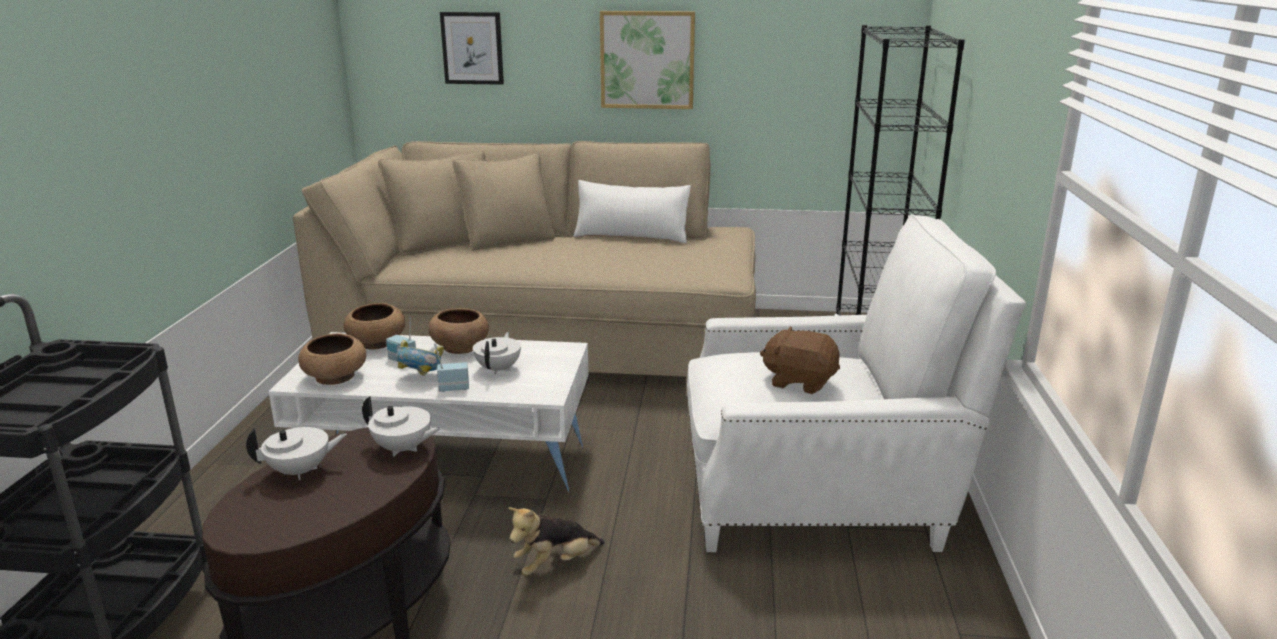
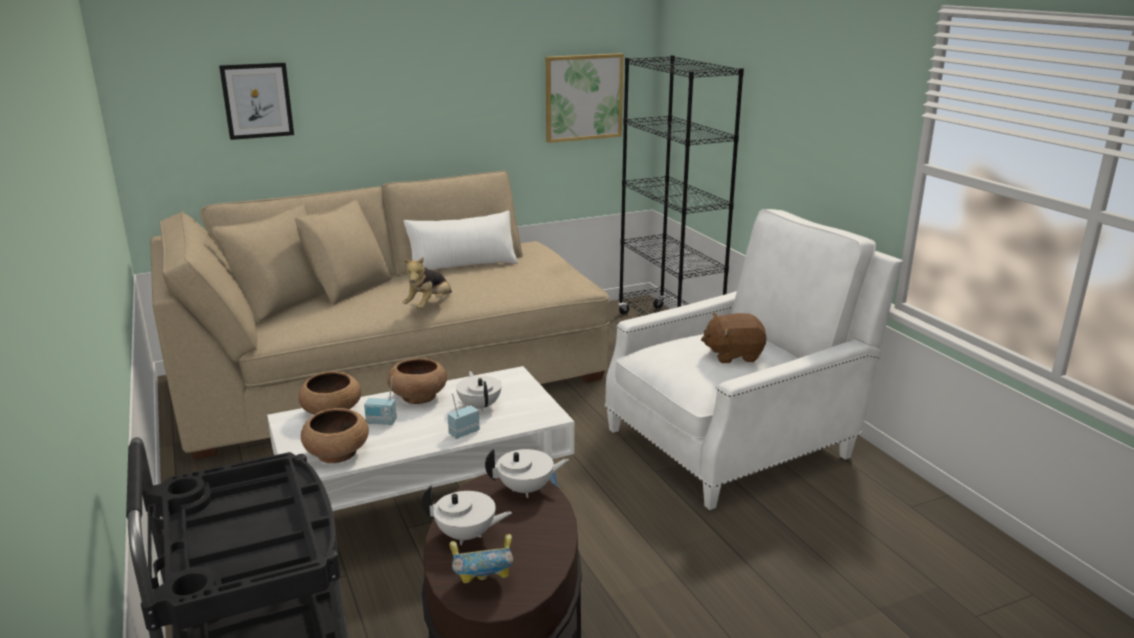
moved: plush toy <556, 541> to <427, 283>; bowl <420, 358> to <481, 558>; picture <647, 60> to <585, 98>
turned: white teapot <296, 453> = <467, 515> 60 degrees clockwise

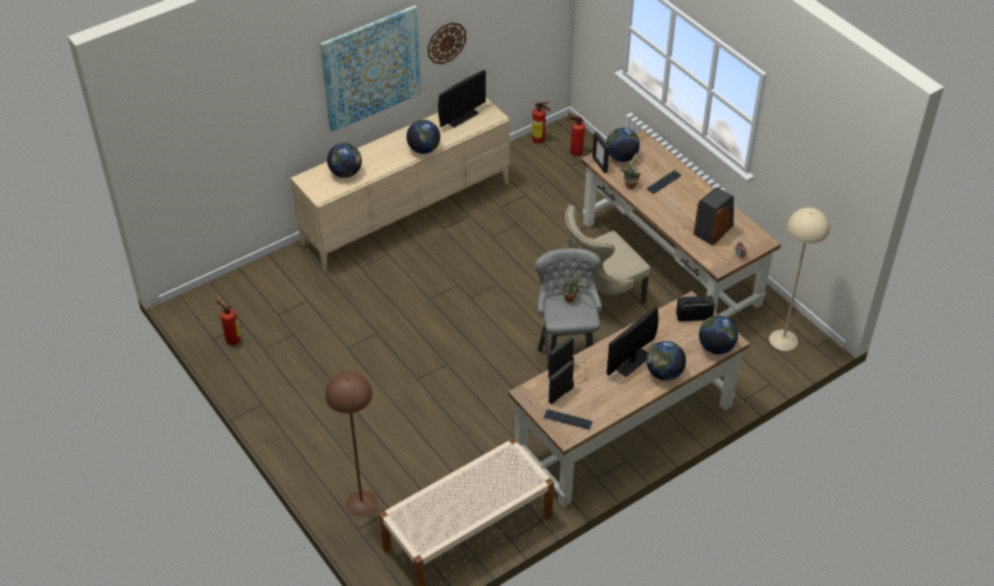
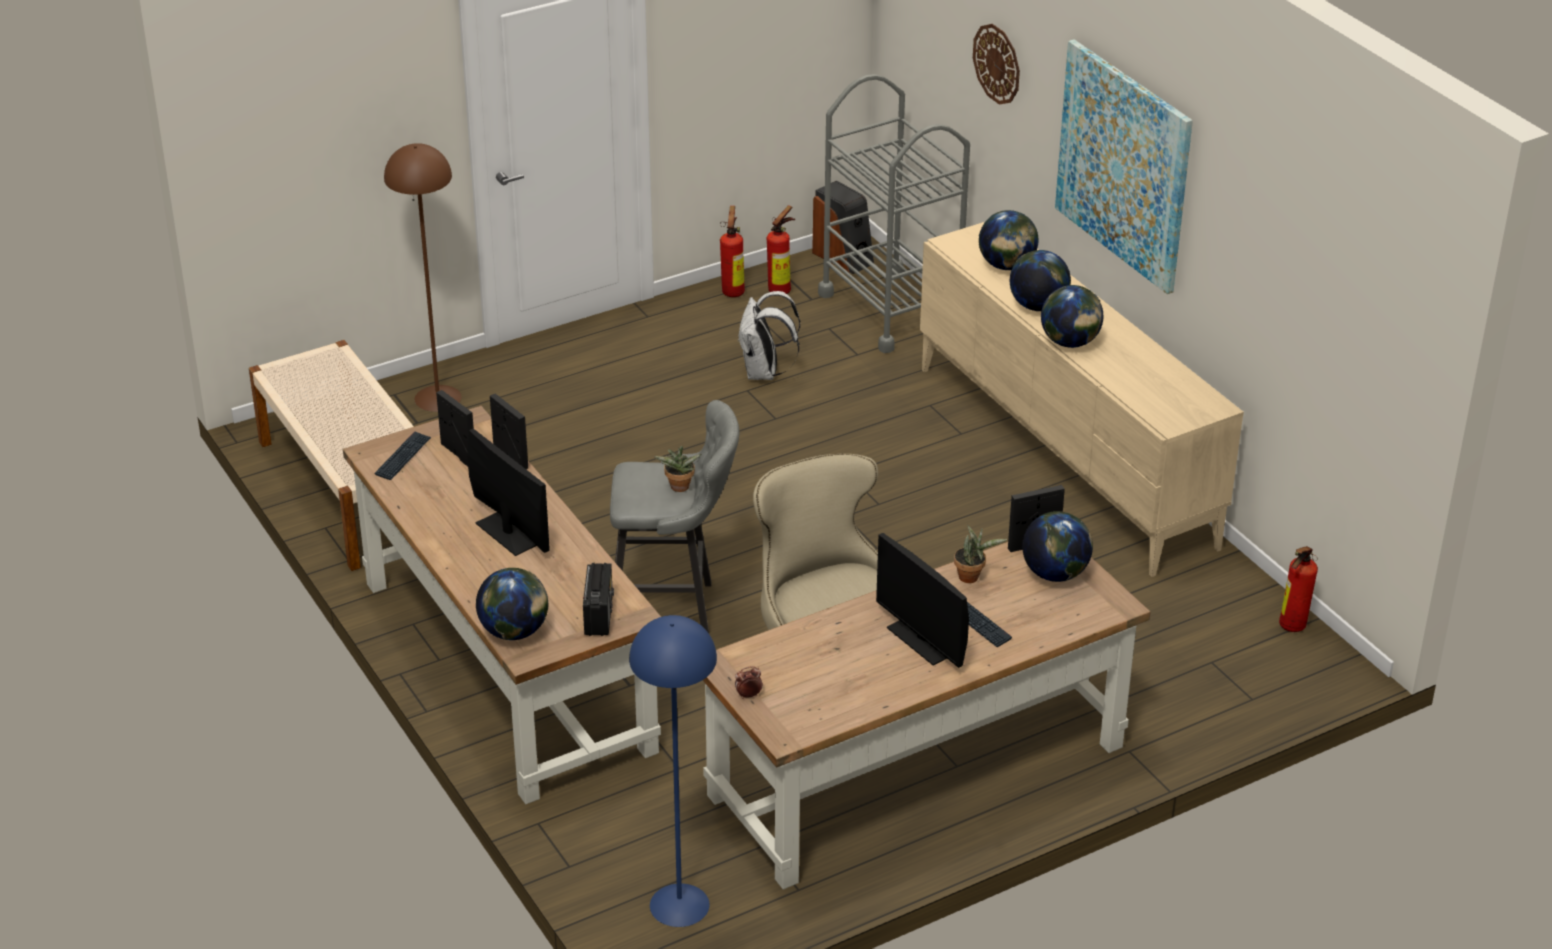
added: white backpack <769, 335>; grey cart <894, 213>
moved: fire extinguisher <575, 134> to <732, 251>; speaker <714, 216> to <843, 227>; monitor <462, 99> to <922, 600>; wall clock <447, 43> to <996, 64>; globe <666, 361> to <1040, 280>
recoloured: beige floor lamp <799, 279> to blue floor lamp <673, 771>

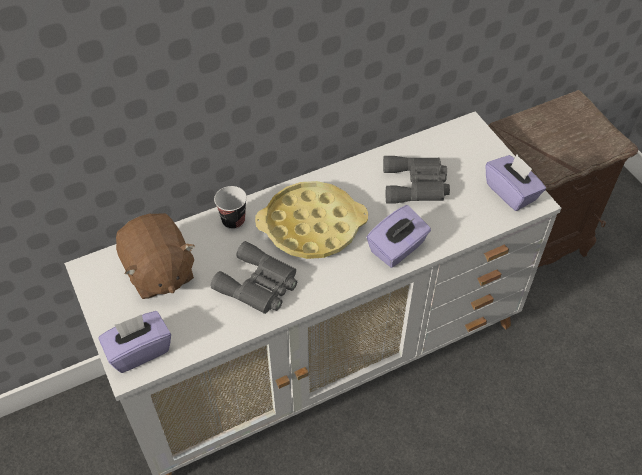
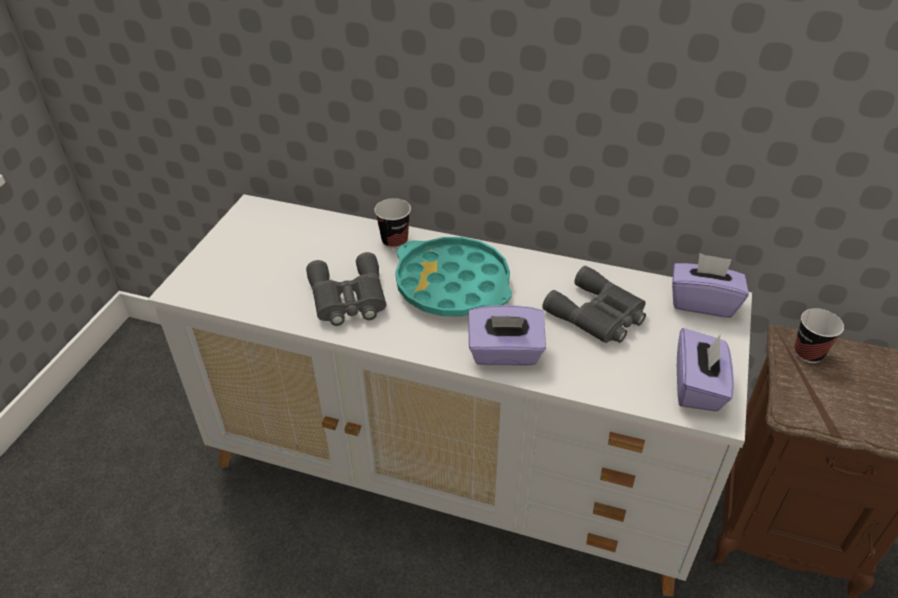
removed: brown plush toy <155, 256>
added: cup <819, 335>
moved: purple tissue box <135, 342> to <710, 285>
recoloured: yellow tray <311, 220> to turquoise tray <453, 276>

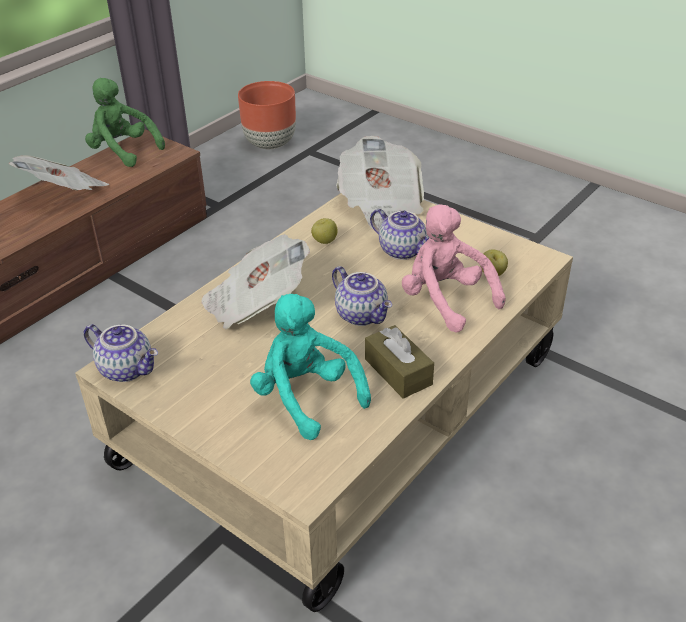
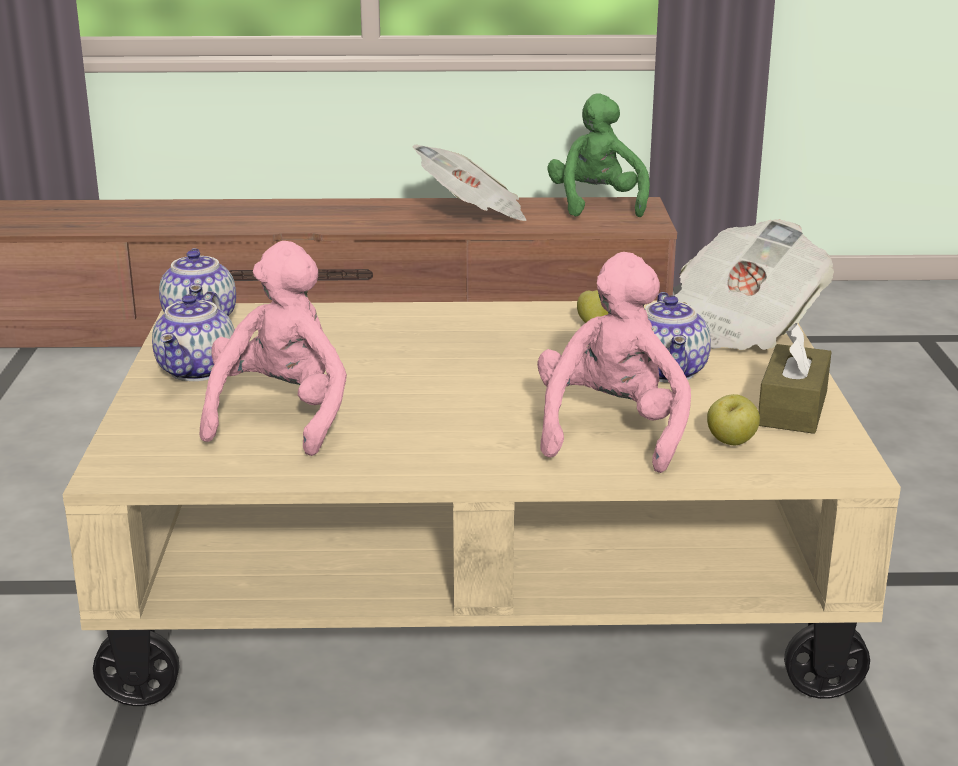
removed: newspaper <255, 281>; brown planter <267, 115>
moved: teapot <362, 296> to <193, 336>; brown tissue box <399, 362> to <794, 378>
recoloured: turquoise plush toy <310, 367> to pink plush toy <273, 348>

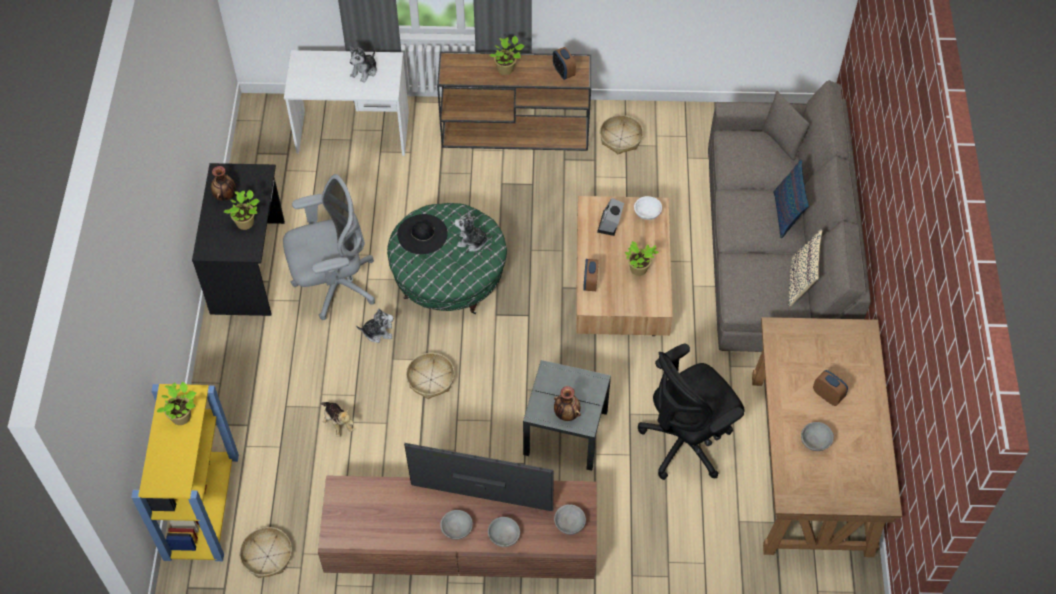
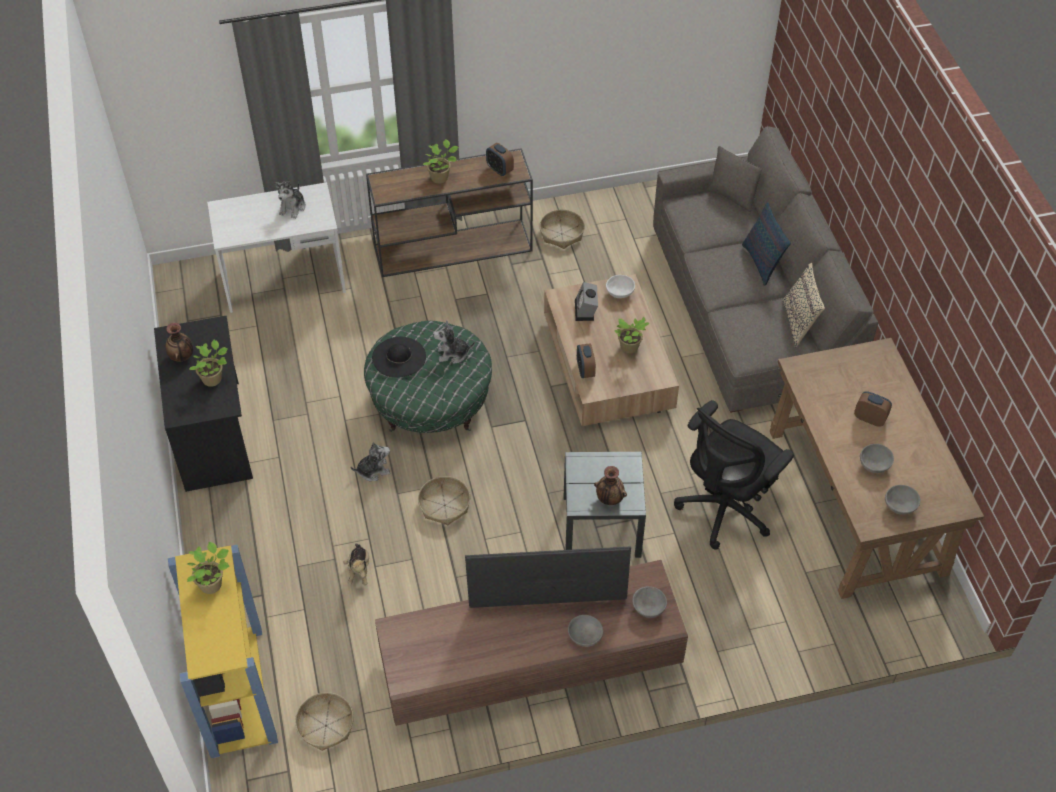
removed: grey office chair <329, 247>
moved: grey bowl <456, 525> to <902, 500>
turned: plush toy <337, 419> = <356, 564> 45 degrees clockwise

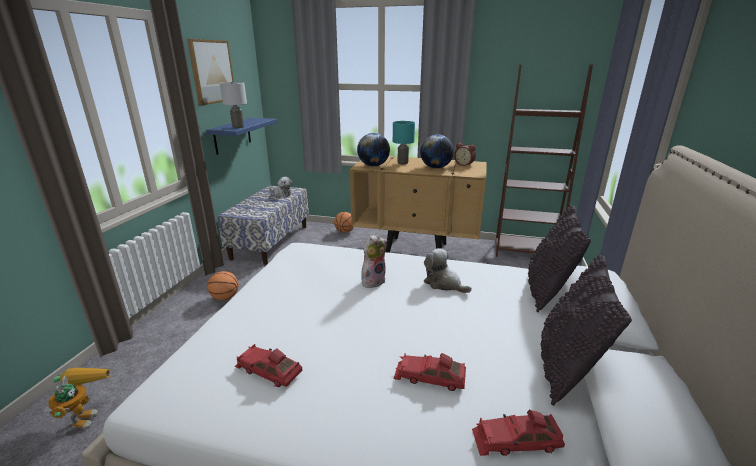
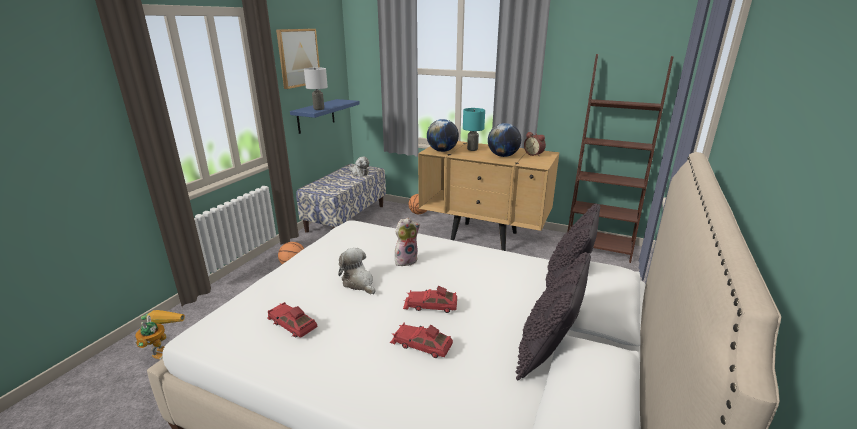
moved: plush toy <448, 270> to <356, 271>; red toy car <518, 433> to <430, 299>

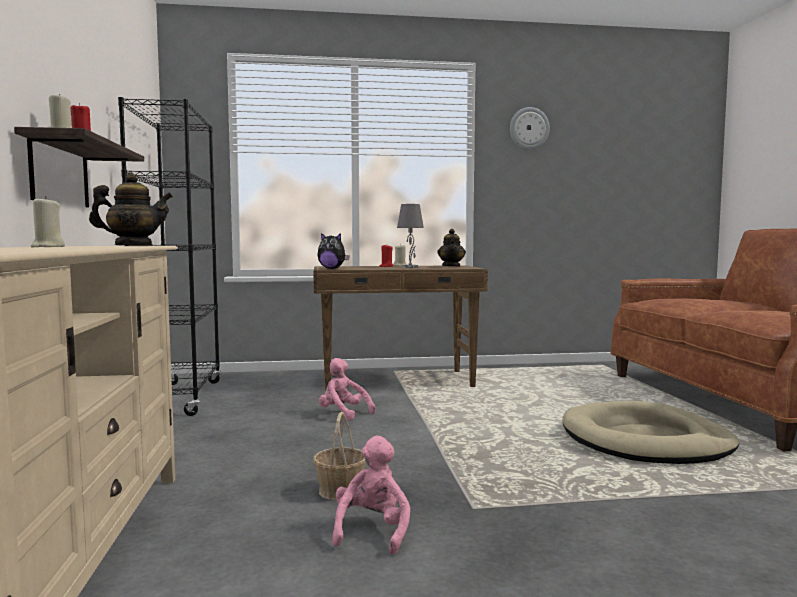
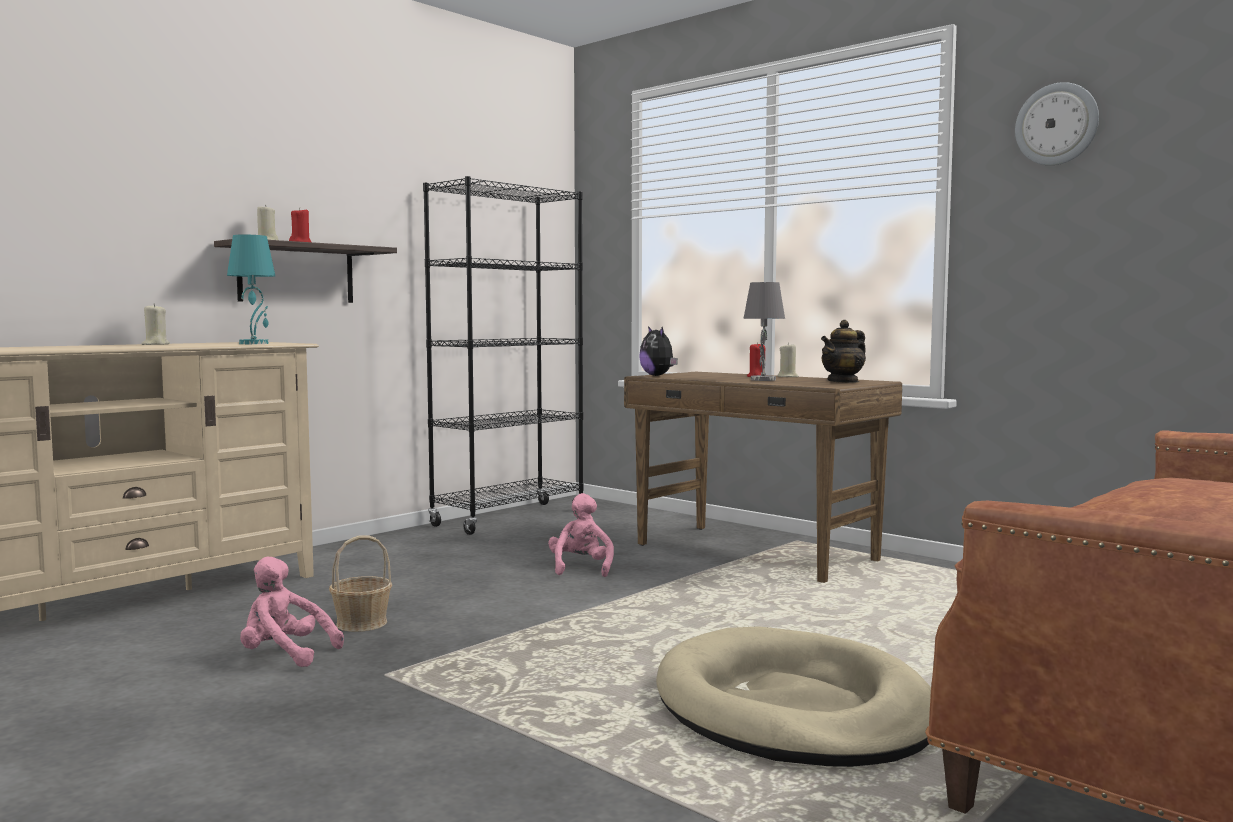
replaced: teapot <131, 209> to turquoise table lamp <251, 289>
turned: pink plush toy <371, 495> = <292, 612> 135 degrees counterclockwise

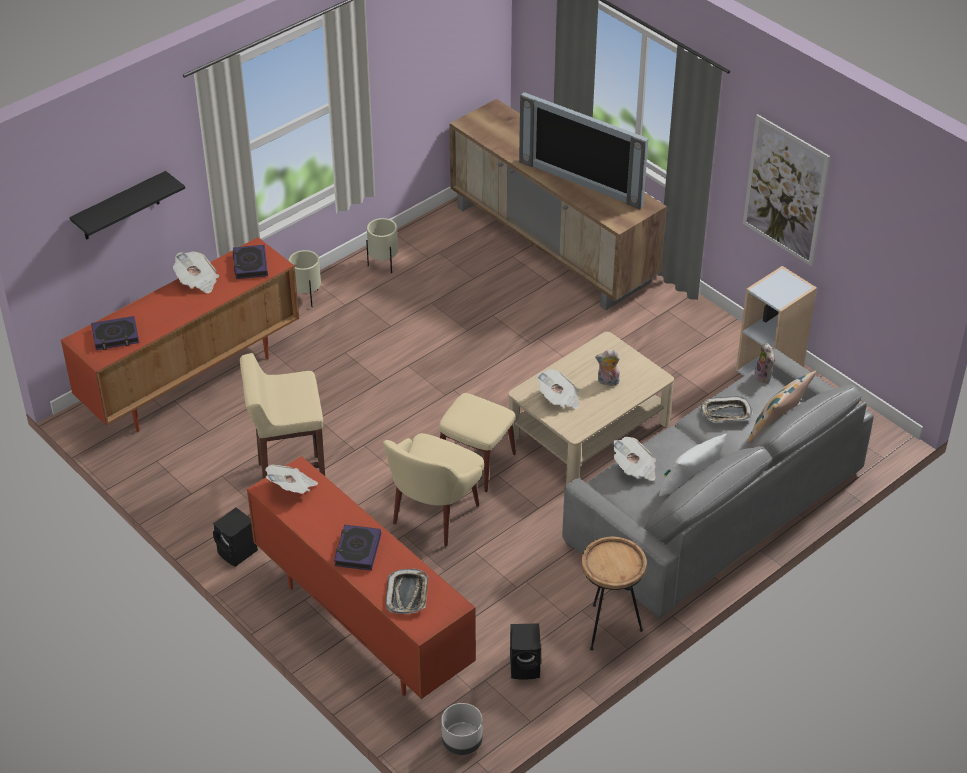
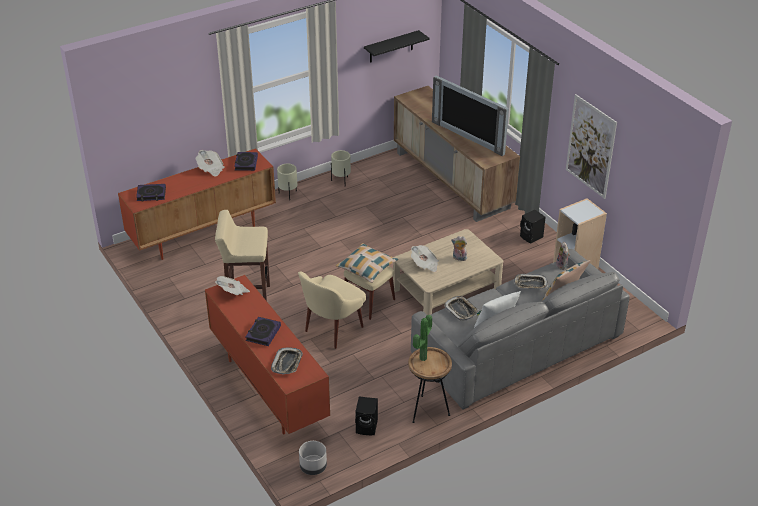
added: pillow <367, 263>; potted plant <422, 338>
moved: black shelf <127, 205> to <397, 46>; black speaker <235, 537> to <533, 227>
replaced: newspaper <634, 459> to tray <461, 308>

